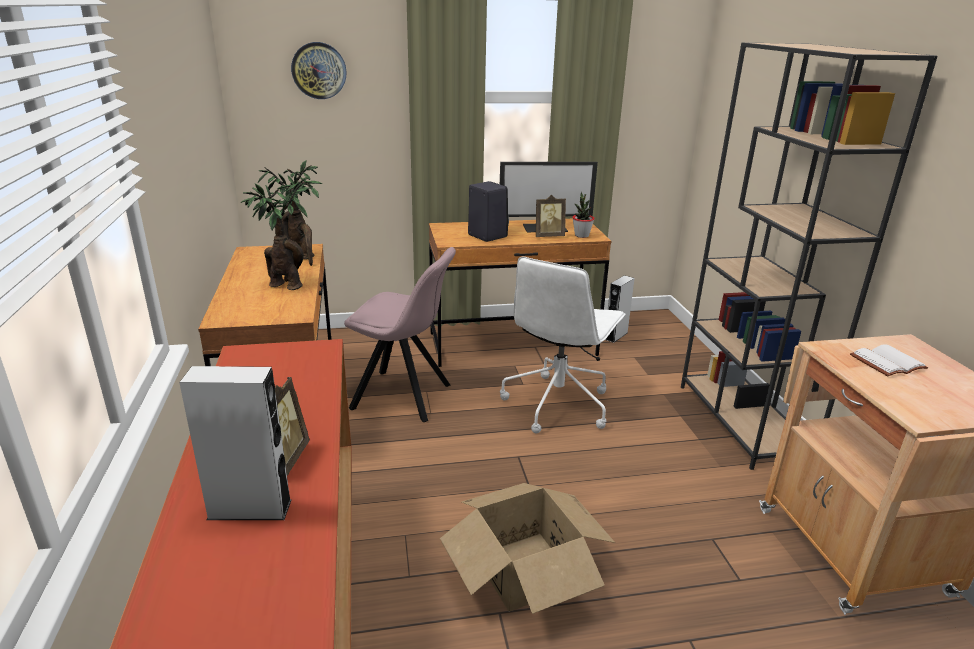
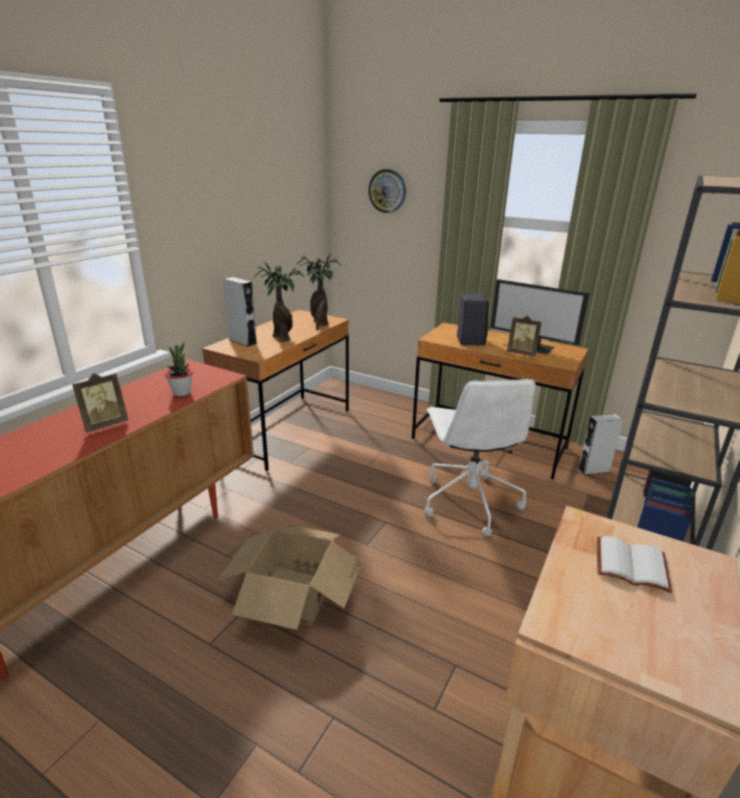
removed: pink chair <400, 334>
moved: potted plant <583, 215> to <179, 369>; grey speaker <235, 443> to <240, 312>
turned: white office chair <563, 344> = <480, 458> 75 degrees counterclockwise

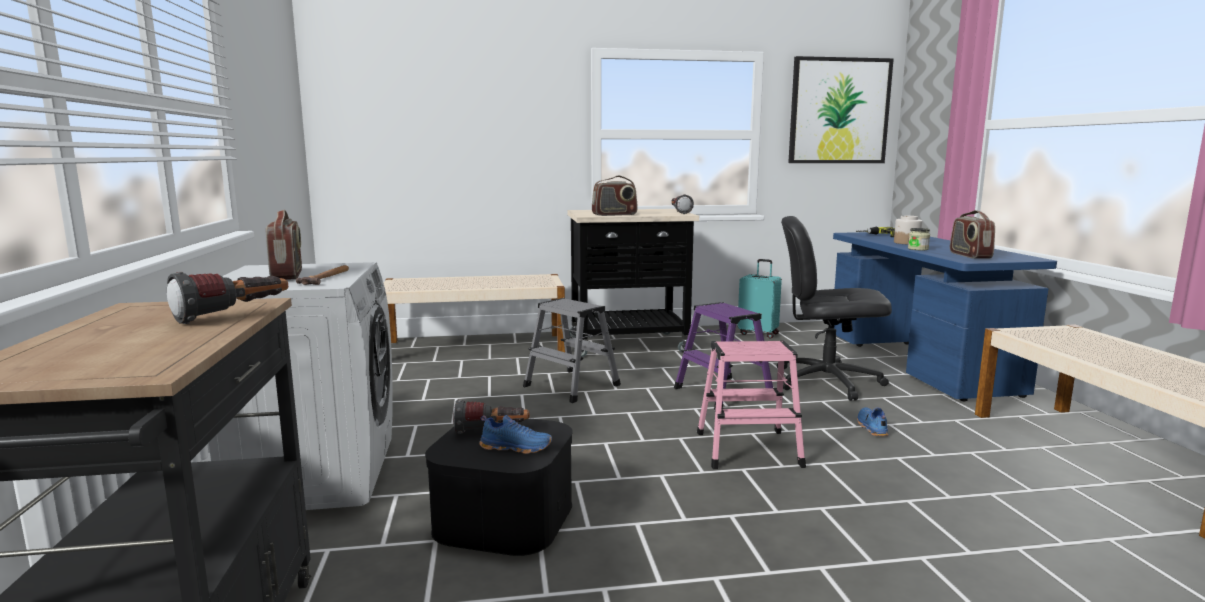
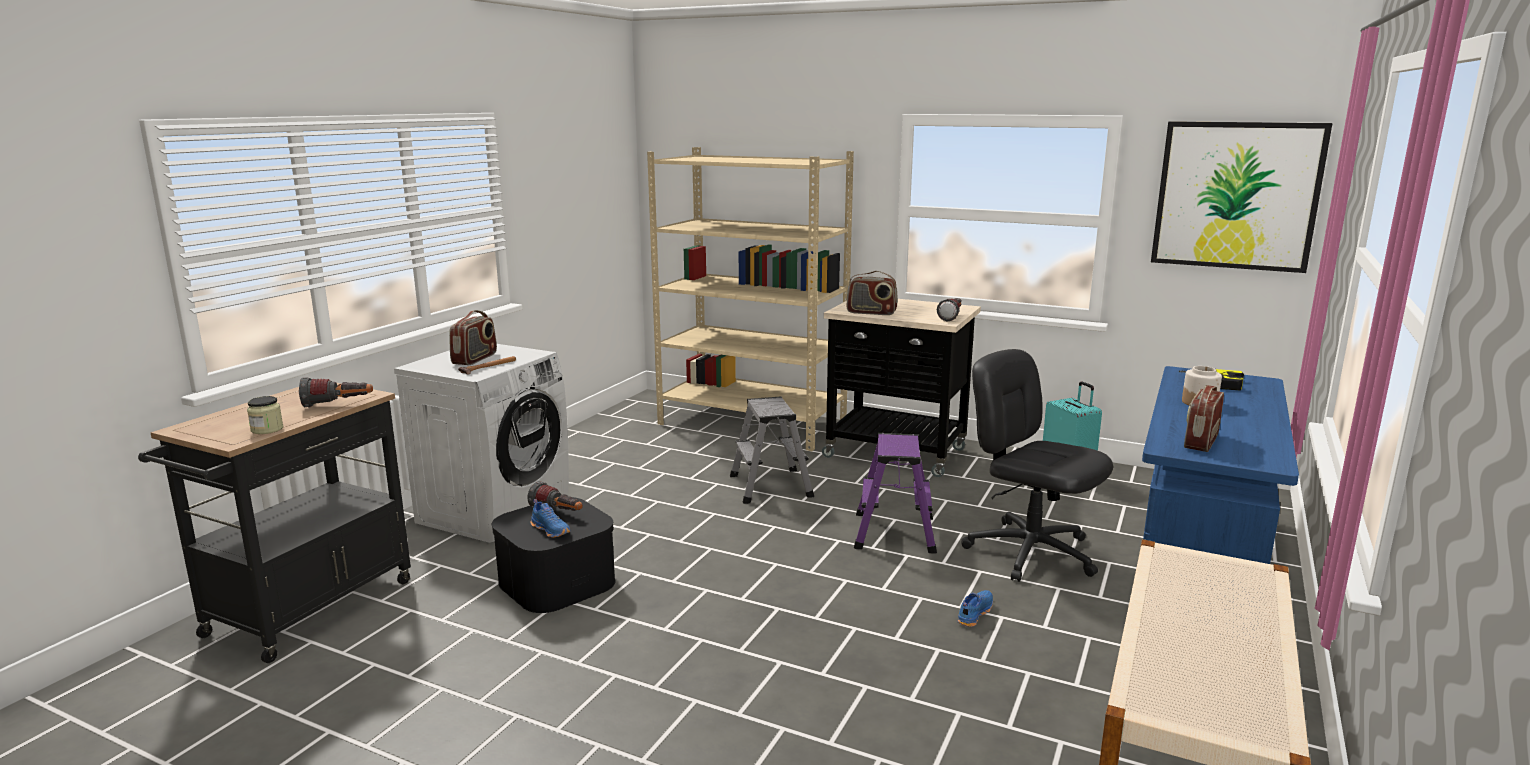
removed: pink step ladder <751, 404>
moved: jar <919, 239> to <265, 415>
replaced: beige bench <474, 313> to beige bookcase <750, 299>

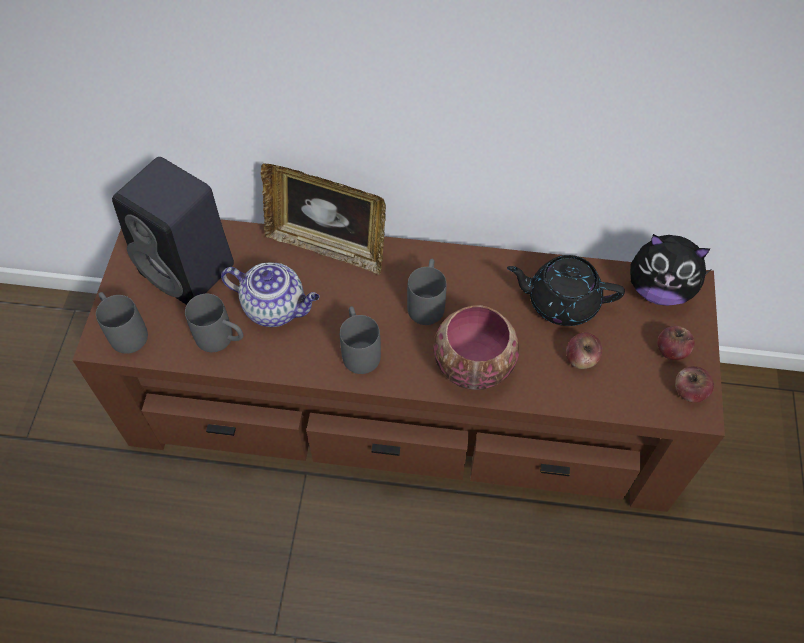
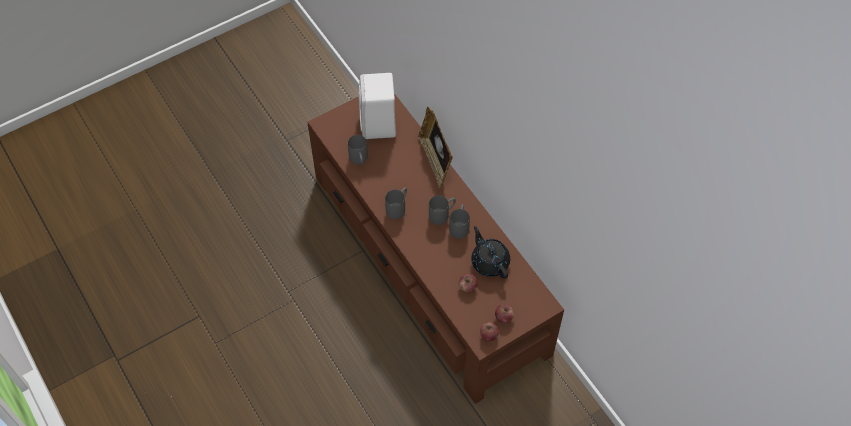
removed: teapot <270, 295>; bowl <476, 347>; plush toy <670, 270>
moved: grey mug <122, 323> to <459, 221>
recoloured: black speaker <173, 231> to white speaker <377, 106>

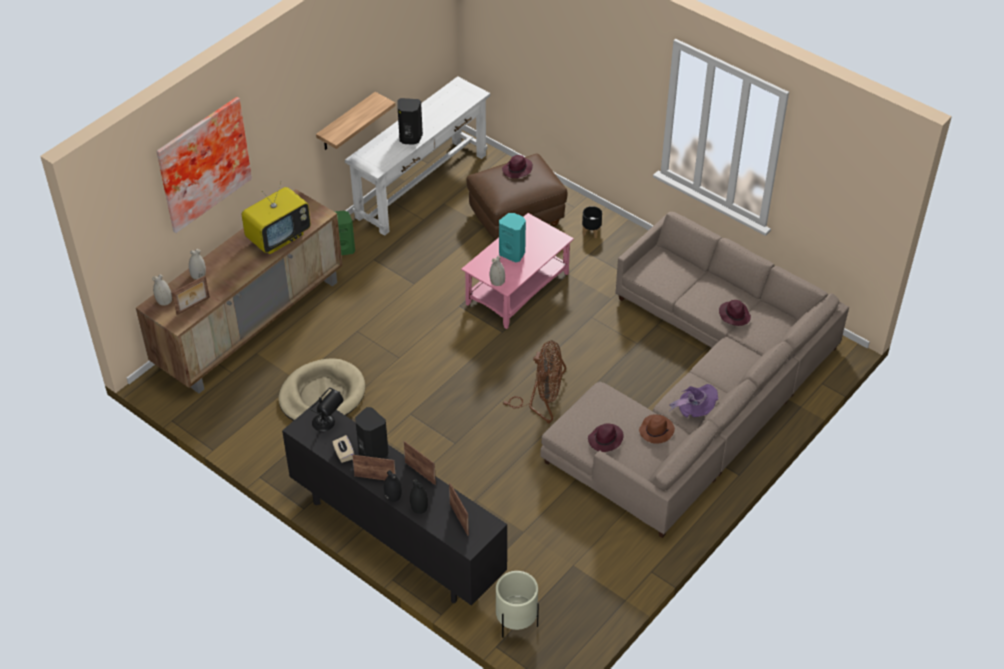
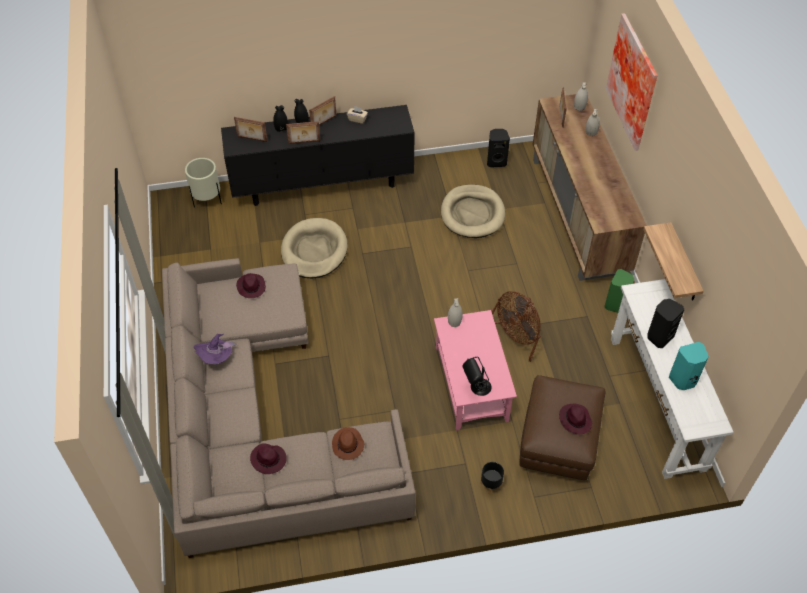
removed: television <276, 217>
added: beige dog bed <314, 248>
moved: brown hat <657, 429> to <348, 443>; black table lamp <327, 409> to <477, 376>; black speaker <371, 432> to <498, 148>; brown fan <534, 382> to <516, 326>; turquoise speaker <512, 238> to <689, 366>

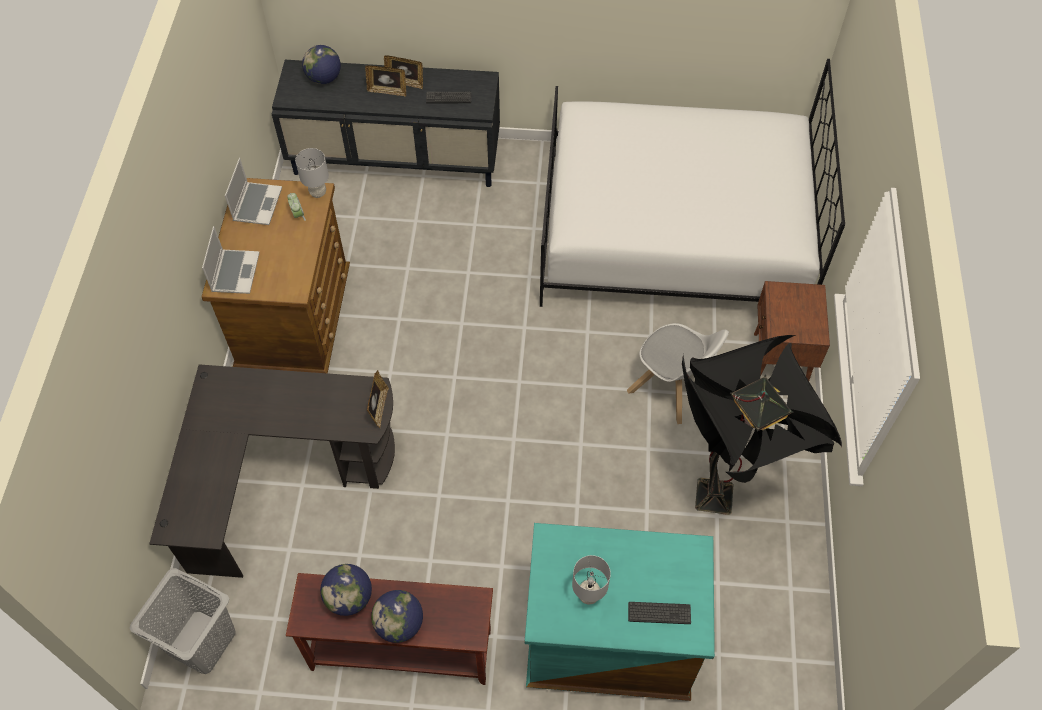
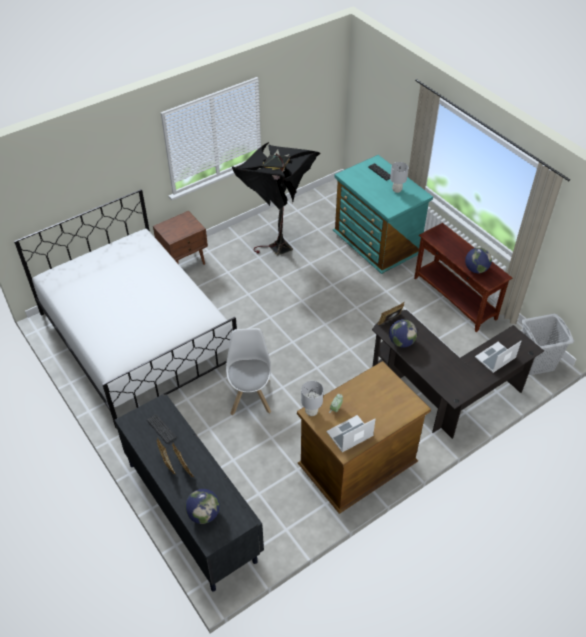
moved: chair <678, 373> to <248, 371>; globe <397, 616> to <403, 333>; laptop <231, 260> to <498, 357>

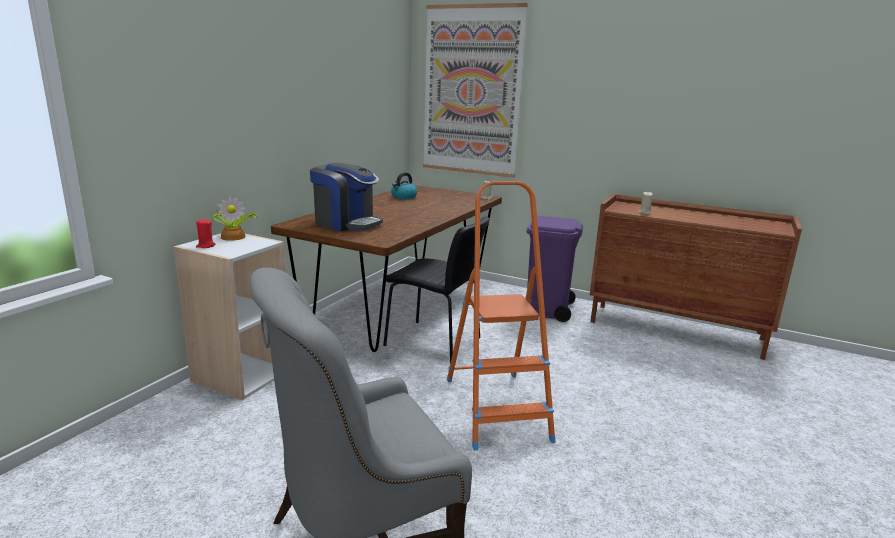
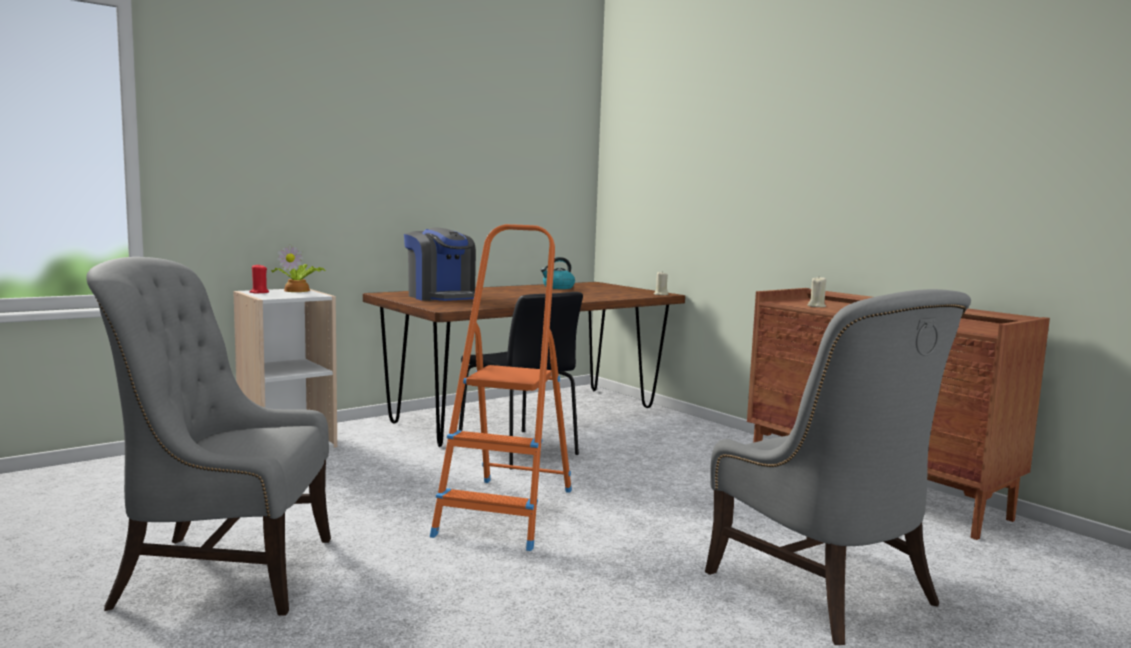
removed: picture <475, 90>; purple trash can <554, 269>
added: grey chair <838, 467>

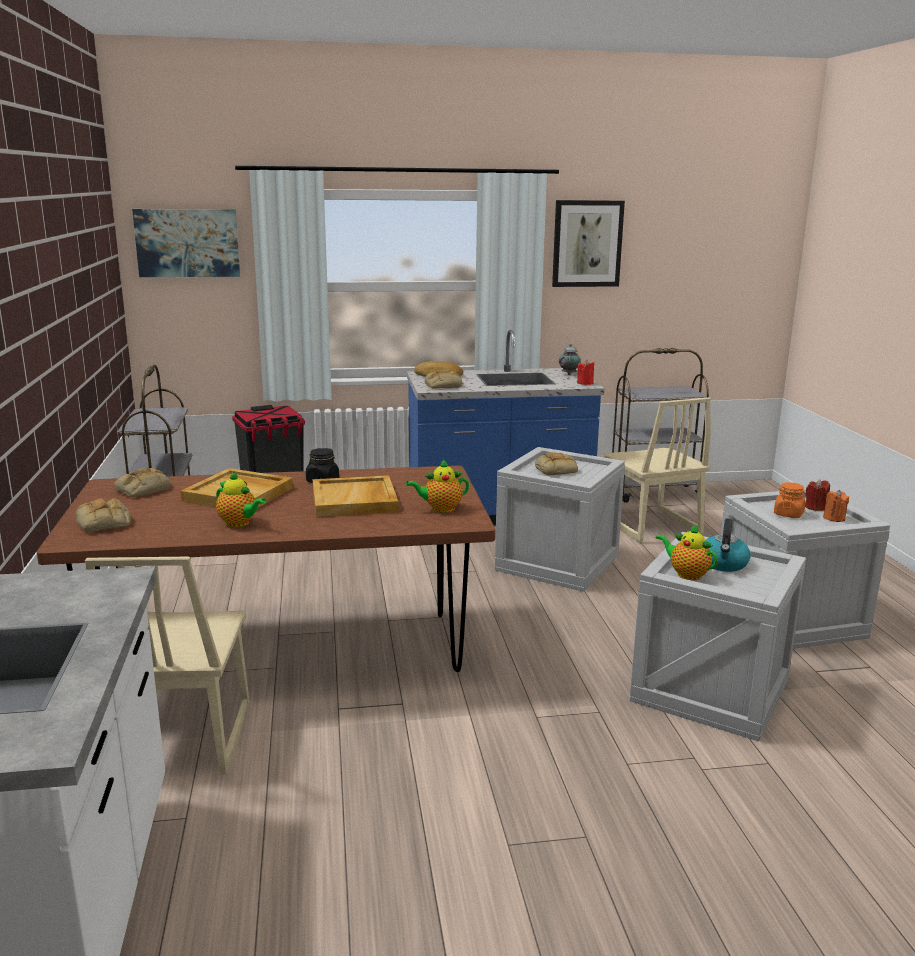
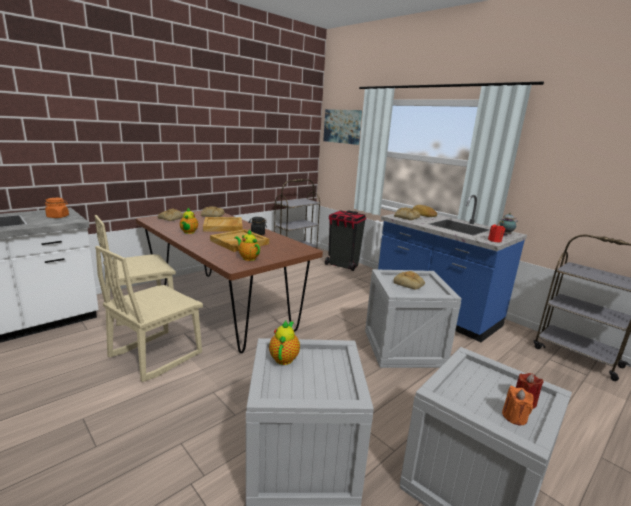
removed: picture <588, 243>; kettle <728, 545>
moved: orange jar <790, 500> to <57, 208>; beige chair <656, 469> to <149, 314>

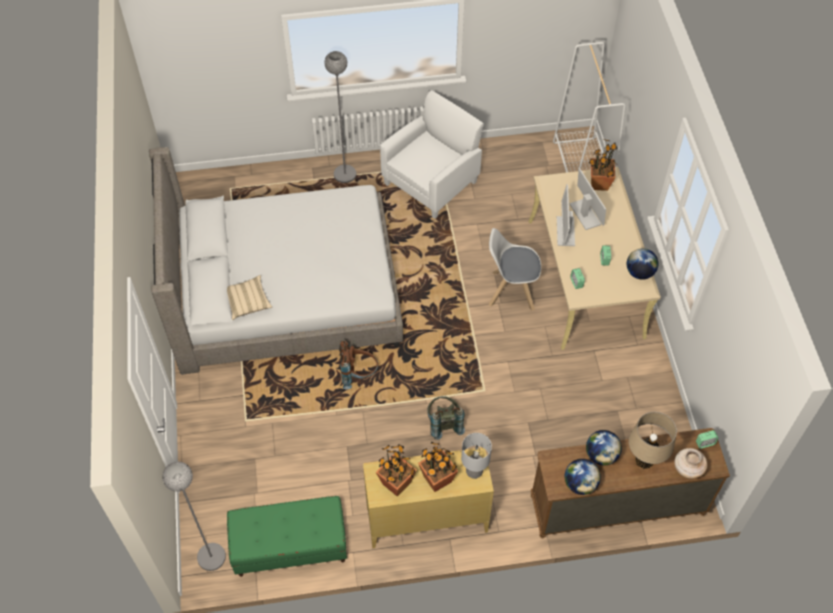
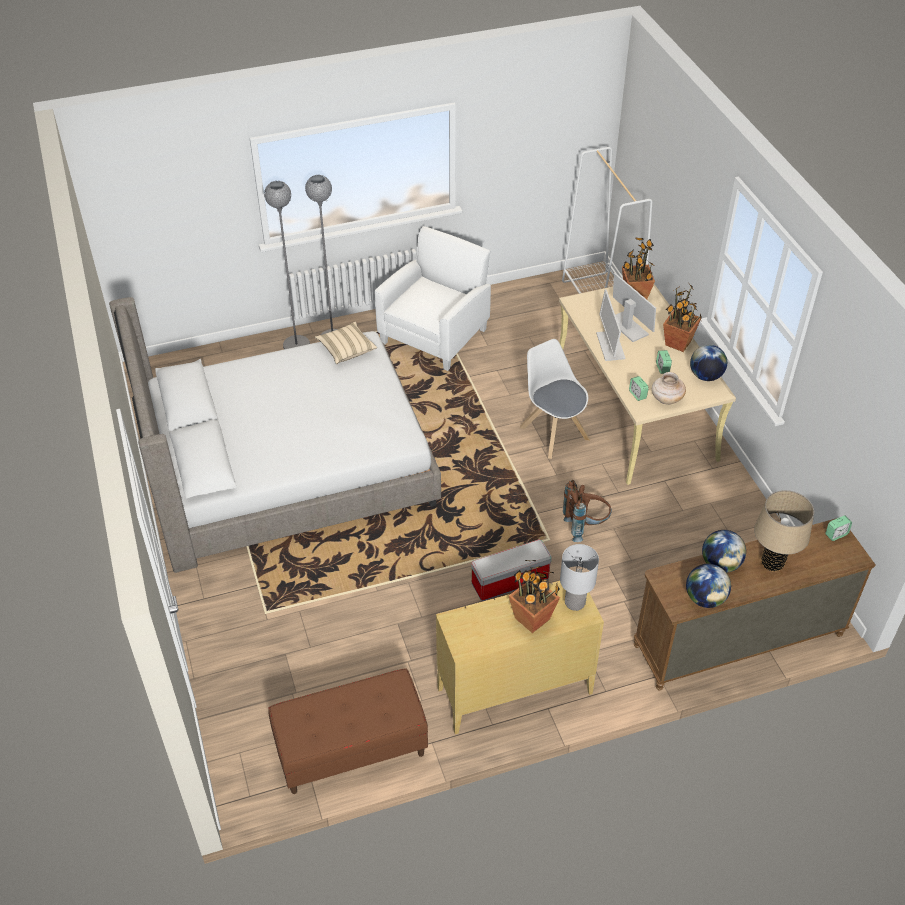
moved: grey floor lamp <194, 516> to <287, 265>; beige pillow <249, 297> to <346, 342>; brown backpack <358, 364> to <587, 511>; beige vase <690, 463> to <669, 388>; potted plant <396, 470> to <682, 318>
replaced: grey backpack <446, 418> to storage box <511, 570>
recoloured: green bench <287, 536> to brown bench <348, 731>
turned: chair <515, 269> = <555, 399> 60 degrees clockwise

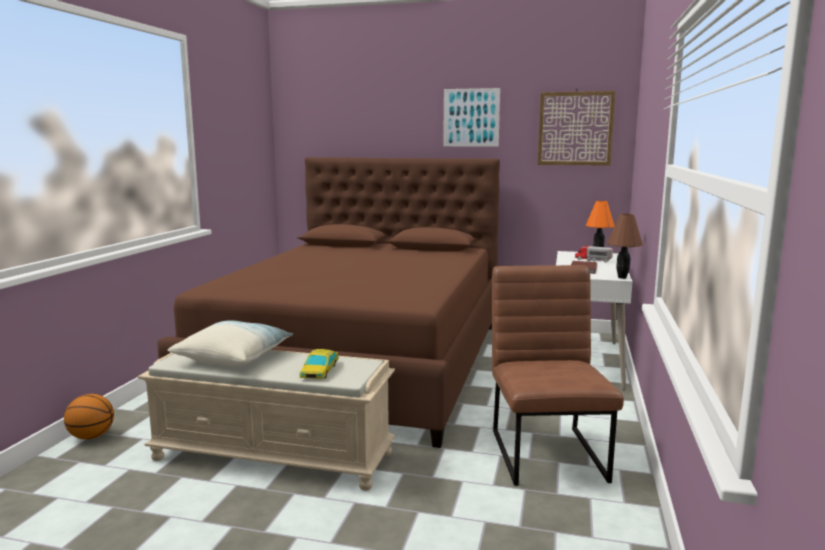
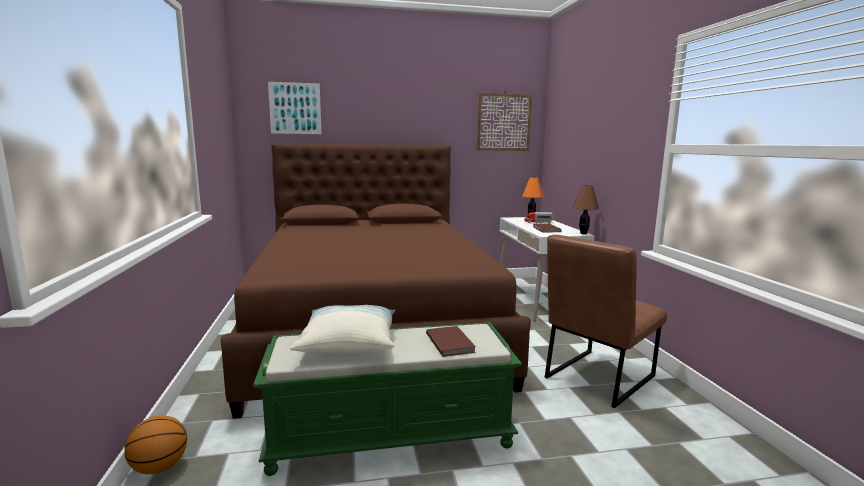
moved: picture <471, 117> to <295, 108>
replaced: toy car <319, 364> to brown book <451, 341>
recoloured: beige bench <266, 420> to green bench <387, 399>
turned: brown chair <558, 375> = <606, 321> 105 degrees counterclockwise

